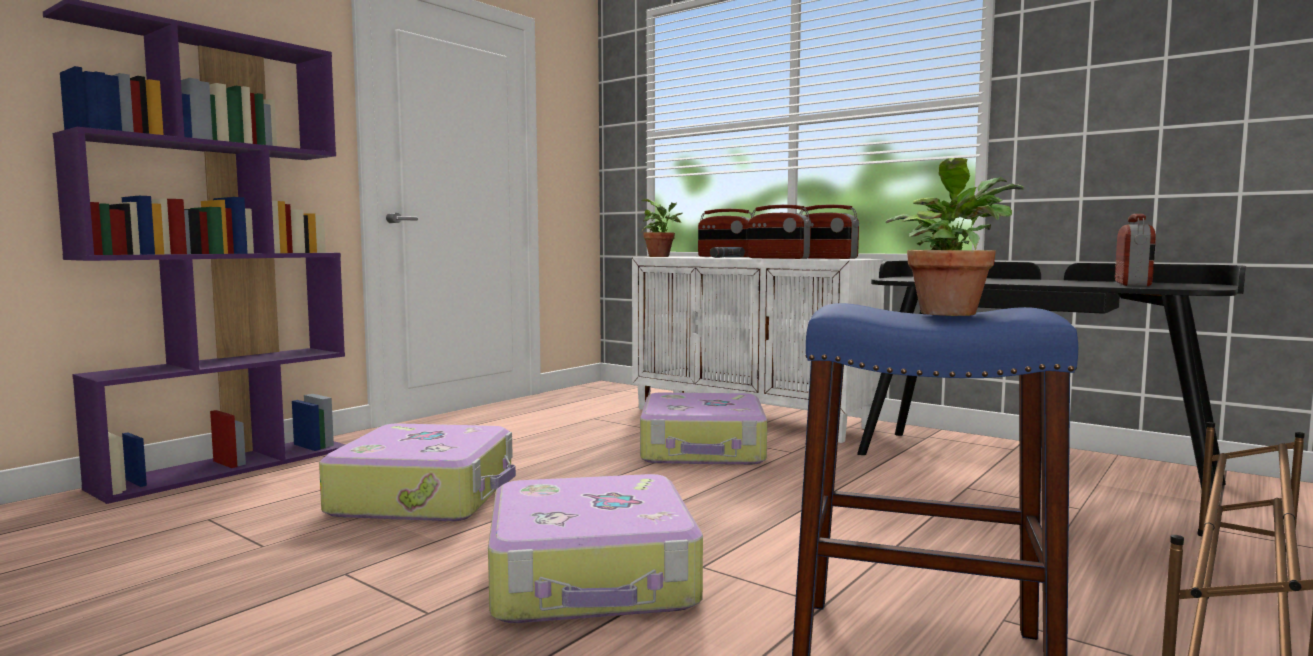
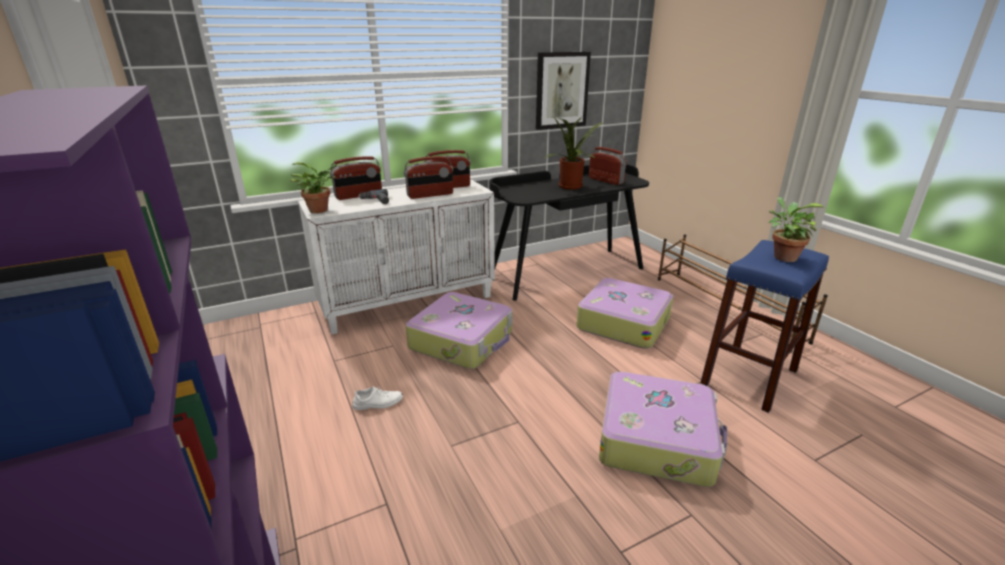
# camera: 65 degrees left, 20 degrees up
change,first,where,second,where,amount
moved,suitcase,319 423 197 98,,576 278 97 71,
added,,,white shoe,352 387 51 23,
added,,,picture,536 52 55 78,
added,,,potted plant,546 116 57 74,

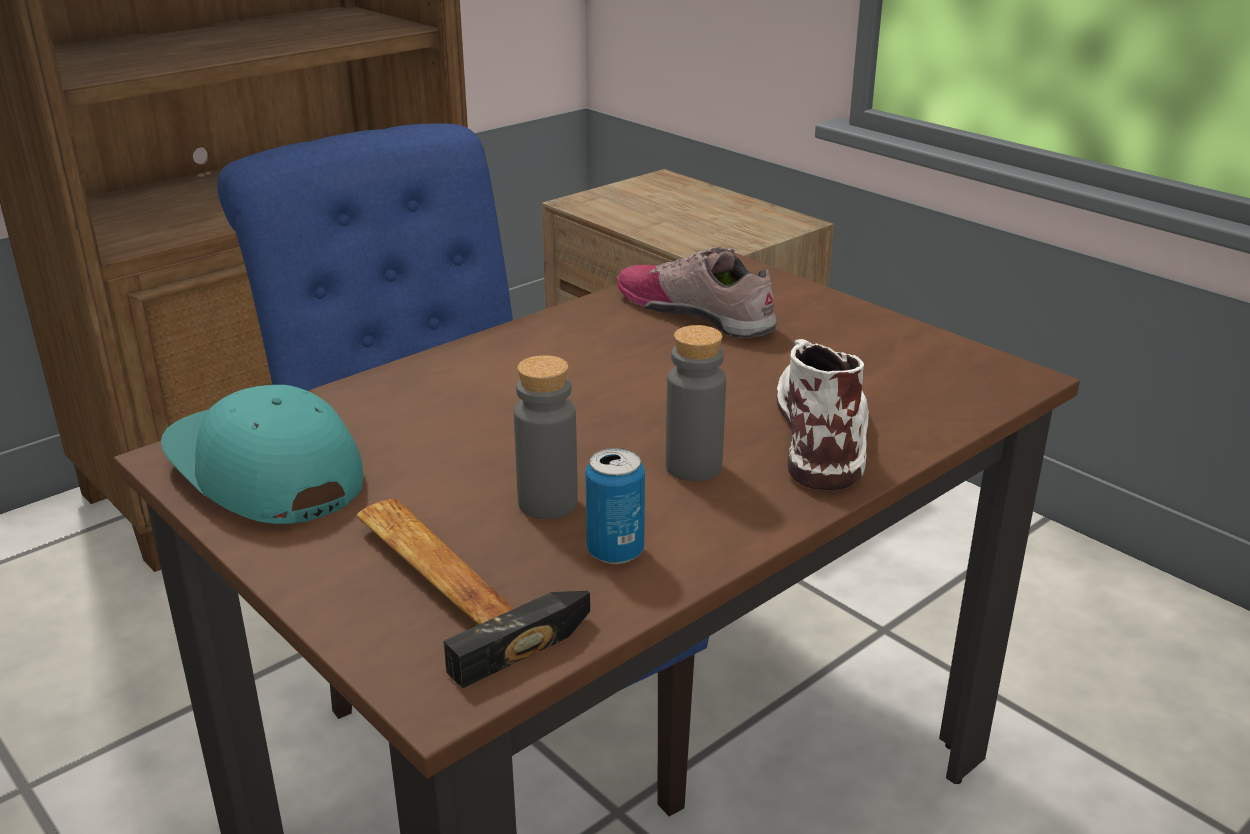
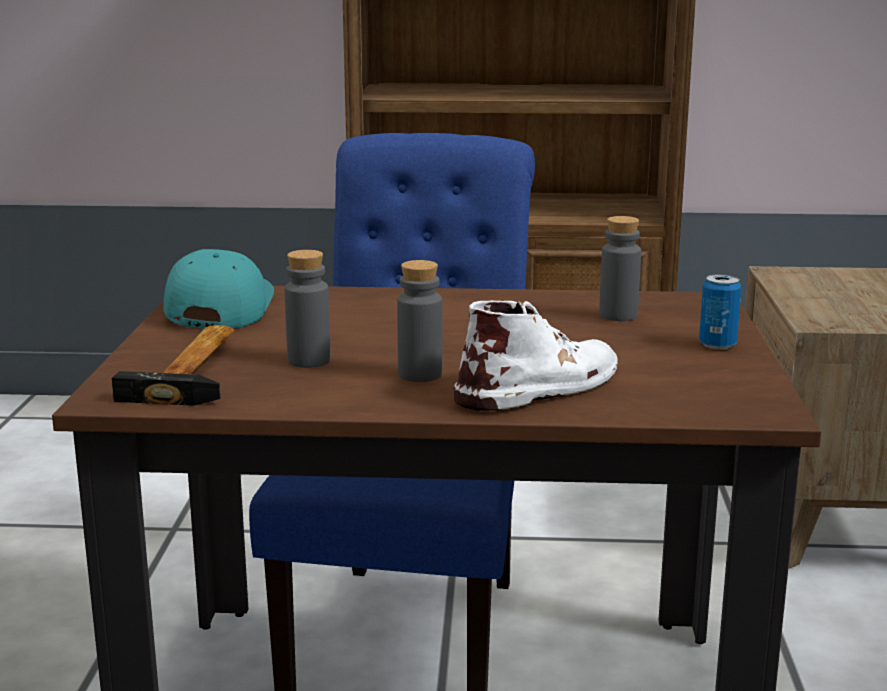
# camera: 45 degrees right, 10 degrees down
change,first,where,second,where,amount
moved,can,585 448 60 116,,699 274 43 75,
replaced,shoe,617 247 160 91,grey bottle,599 216 42 105,

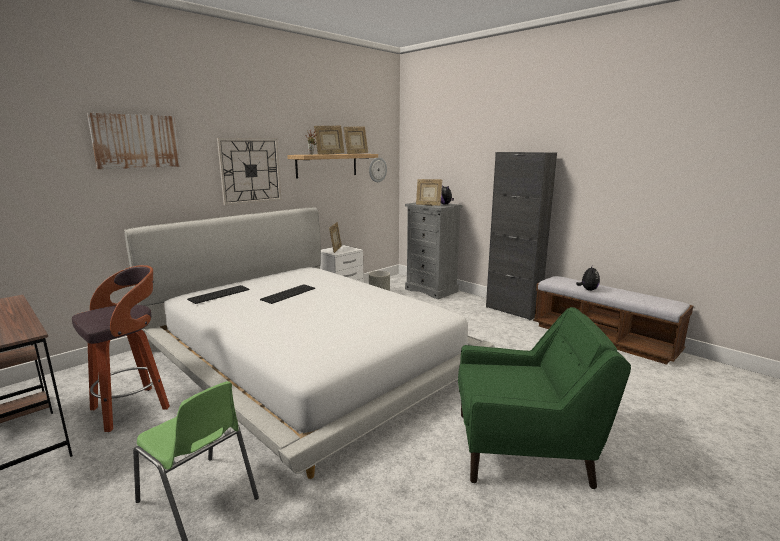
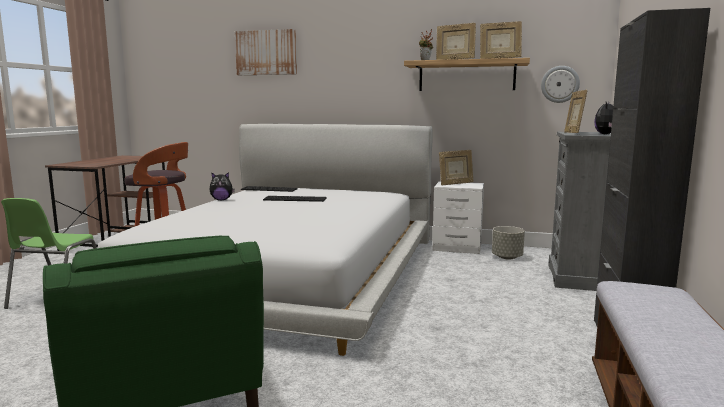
# camera: 60 degrees right, 5 degrees down
change,first,where,second,where,amount
removed,wall clock,217 138 64 67,,,
moved,plush toy,576 267 24 24,,210 172 25 28,

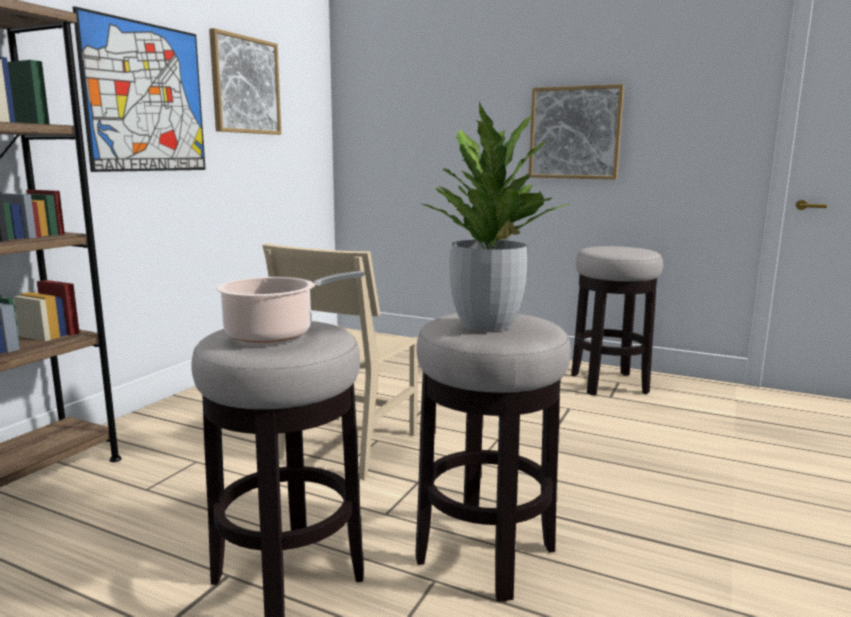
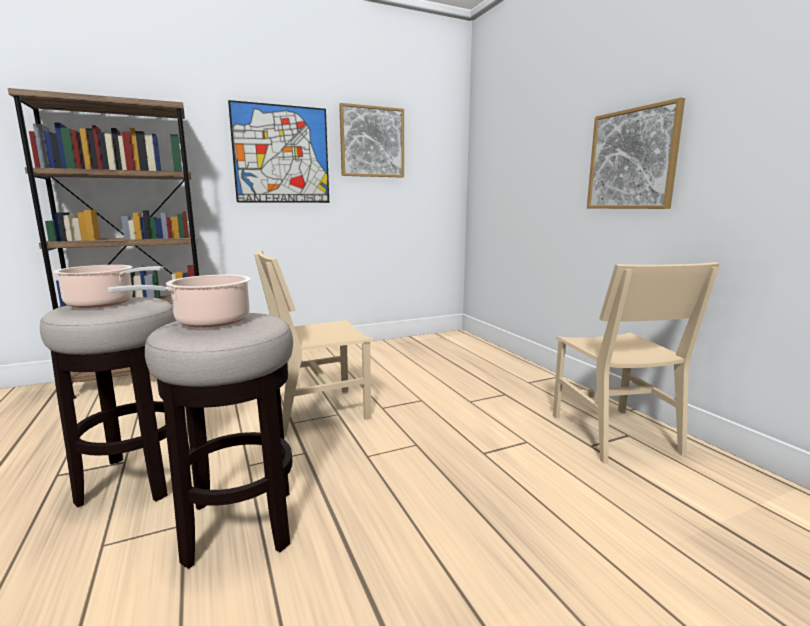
# camera: 40 degrees right, 0 degrees up
change,first,where,second,where,amount
replaced,potted plant,422 101 147 230,cooking pot,108 275 143 53,
replaced,stool,571 246 92 149,beige chair,553 262 166 202,

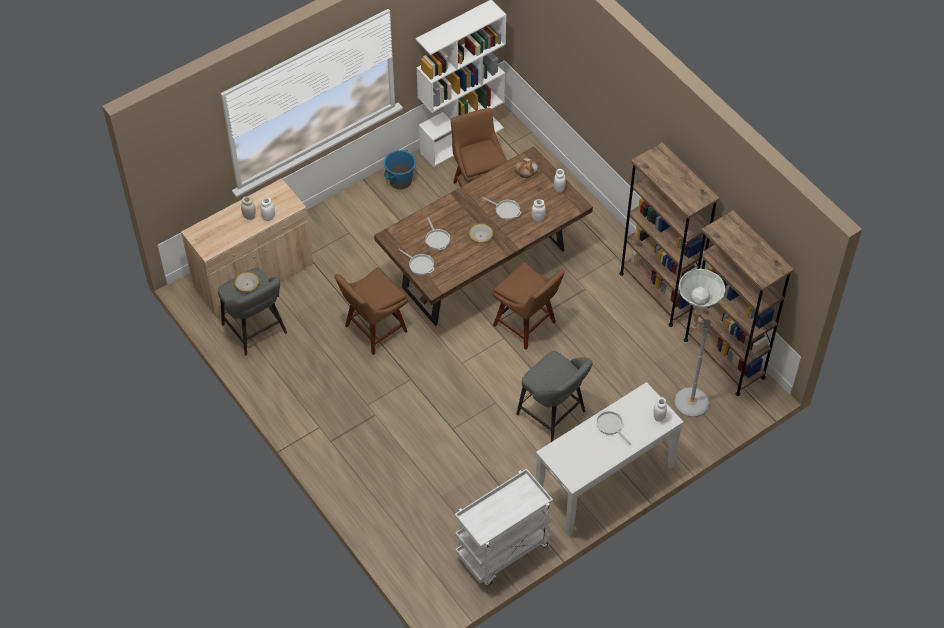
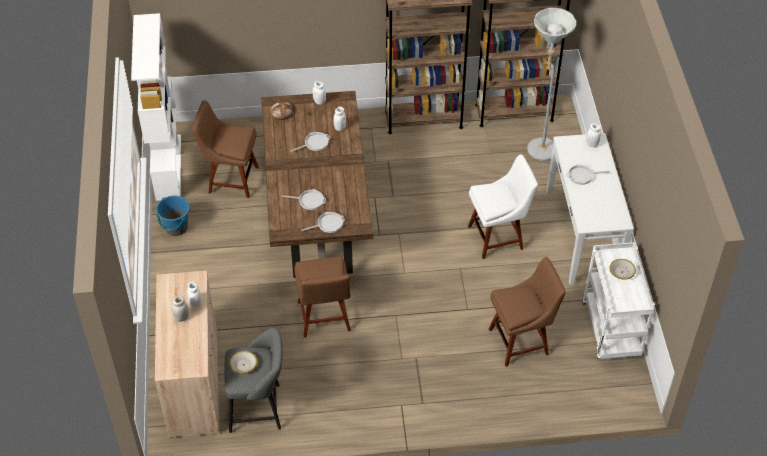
# camera: 60 degrees left, 5 degrees down
change,first,where,second,where,amount
moved,bowl,469 223 24 20,,610 259 26 21,
moved,brown chair,493 262 72 88,,489 257 77 110,
replaced,grey stool,516 351 76 91,white chair,468 154 70 105,

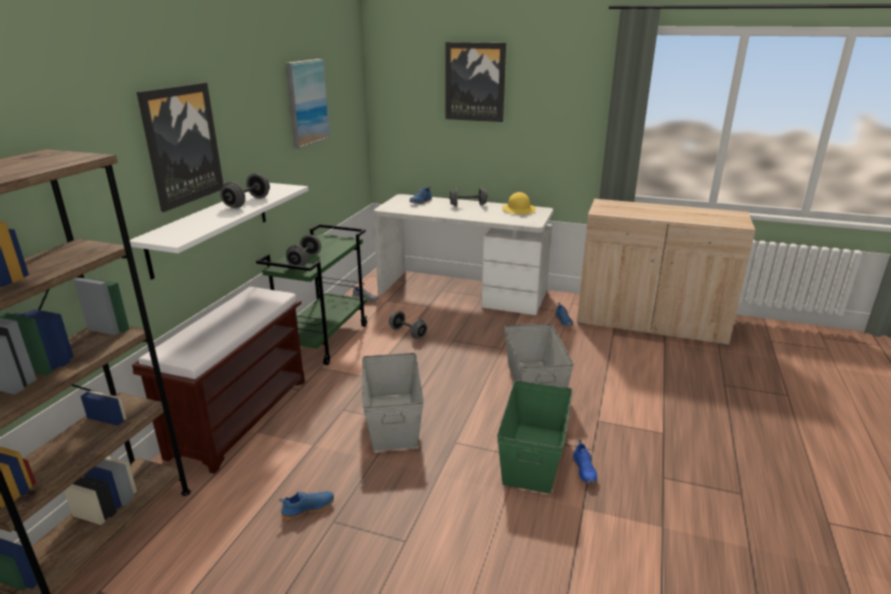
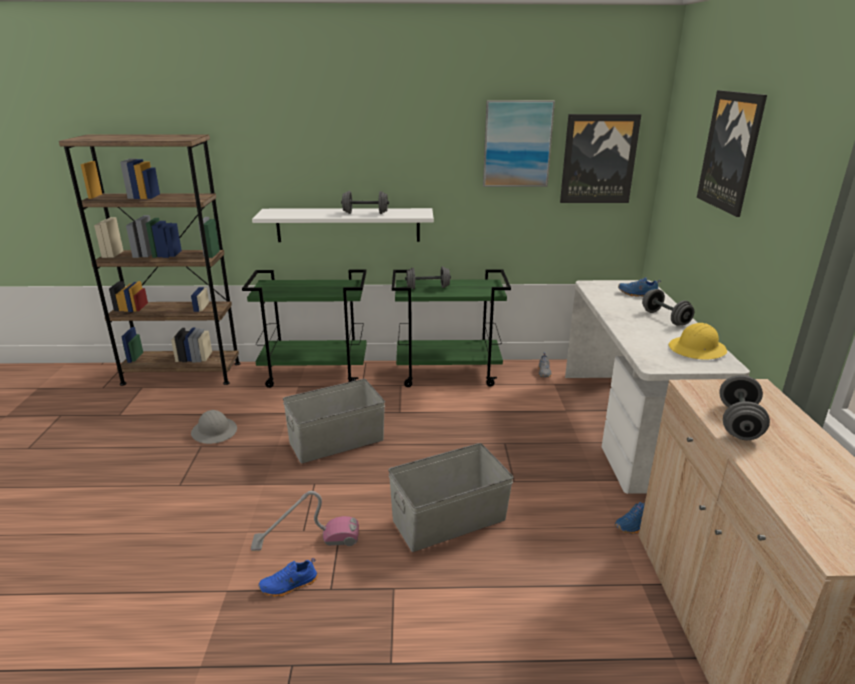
# camera: 70 degrees right, 0 degrees up
change,first,where,second,where,amount
replaced,brown bench,132 287 173 187,green cart,242 270 125 118,
moved,picture,137 82 86 130,,560 114 81 89,
replaced,blue shoe,279 491 55 29,grey hard hat,191 410 46 34,
moved,grey dumbbell,389 311 38 28,,719 375 51 65,
replaced,green storage box,497 380 76 114,vacuum cleaner,251 491 108 60,

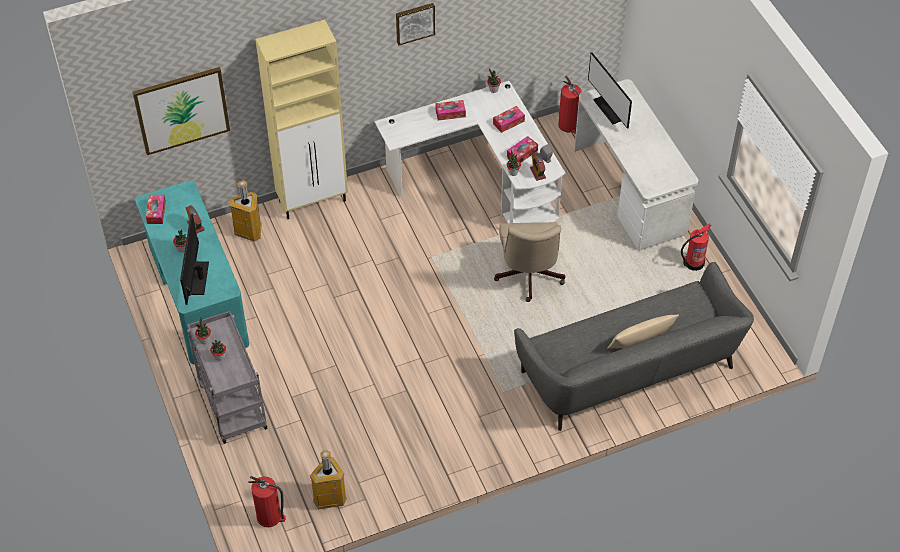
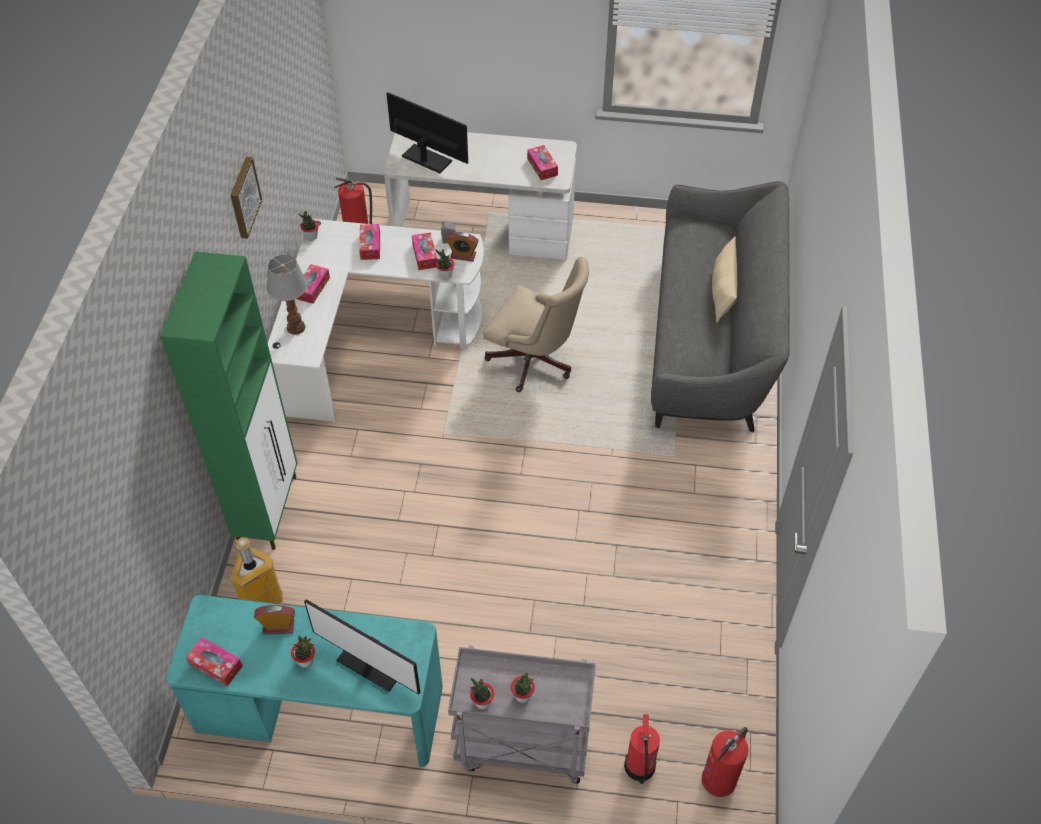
# camera: 60 degrees left, 0 degrees up
change,first,where,second,where,amount
removed,picture,133 67 97 88,,,
recoloured,beige cabinet,255 19 93 200,green cabinet,160 252 137 298,
removed,trash can,310 450 37 59,,,
turned,monitor,588 52 44 77,,386 92 82 81,150 degrees counterclockwise
moved,fire extinguisher,681 224 30 47,,624 715 36 69,
added,,,table lamp,267 254 40 81,
added,,,tissue box,527 145 31 35,

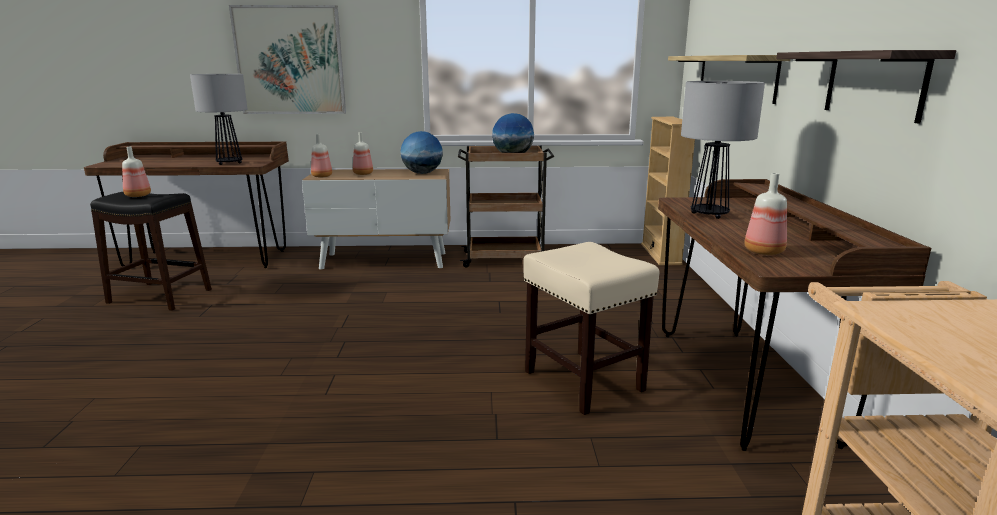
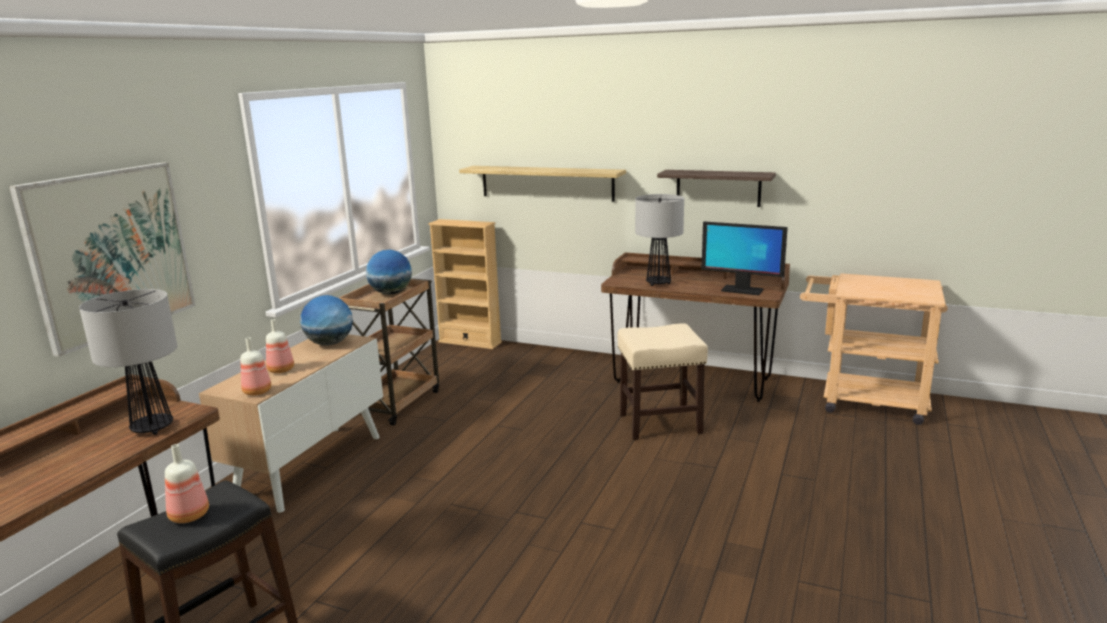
# camera: 65 degrees left, 0 degrees up
change,first,where,second,where,amount
replaced,bottle,744 173 43 82,monitor,701 222 87 73,

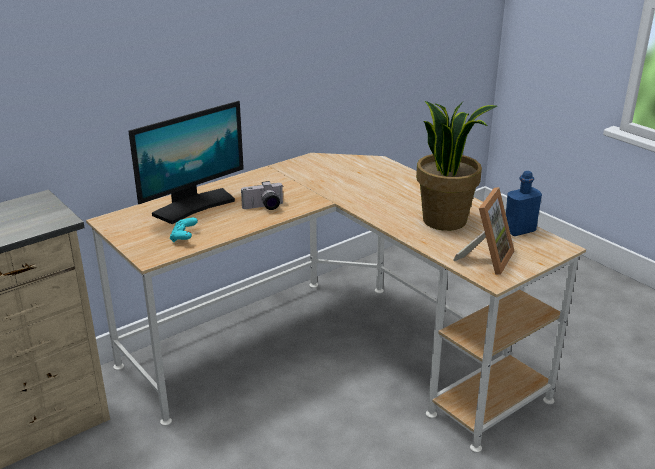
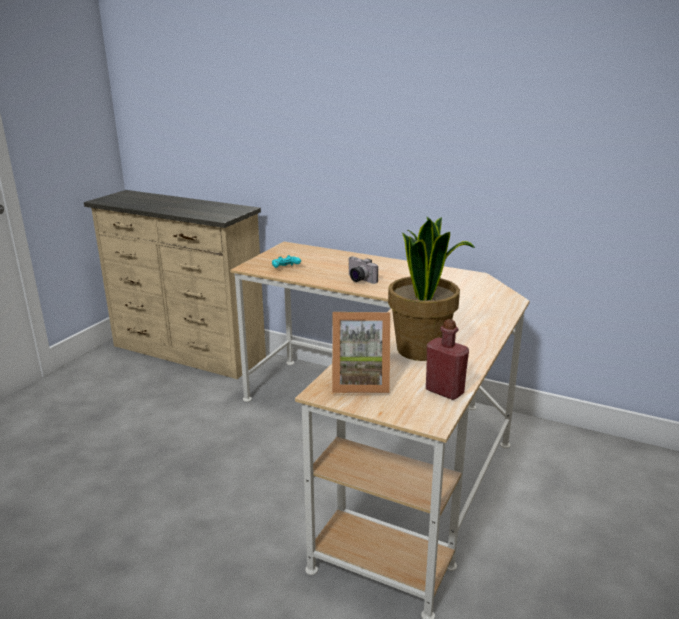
# camera: 65 degrees right, 5 degrees down
change,first,where,second,where,amount
removed,monitor,128 101 116 123,,,
recoloured,blue bottle,506 171 36 65,red bottle,426 319 43 81,

